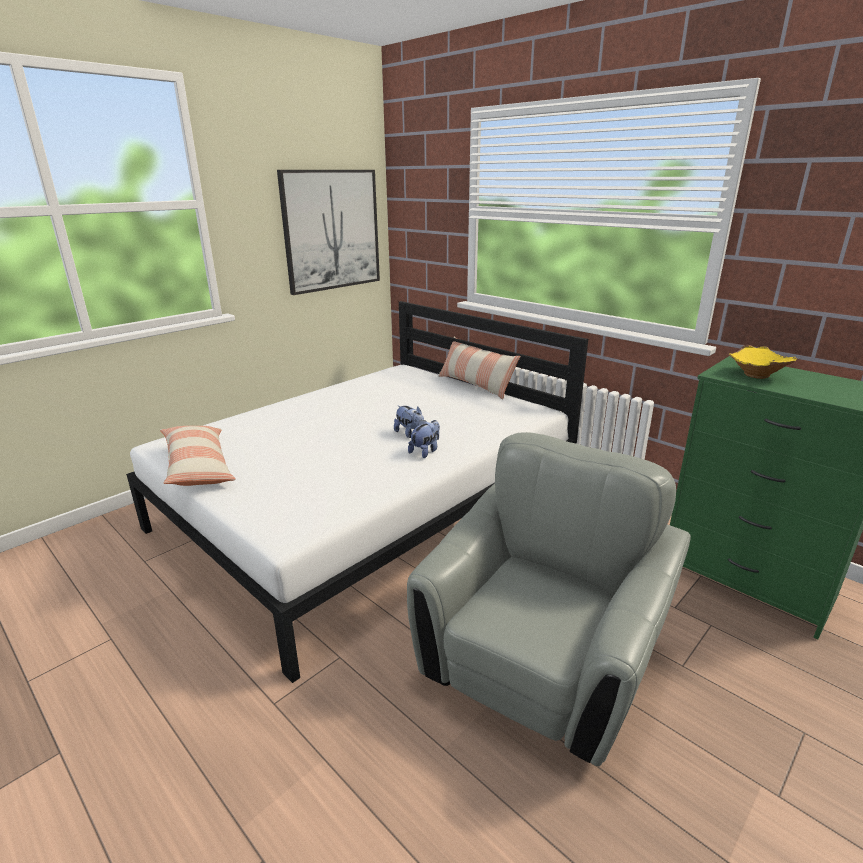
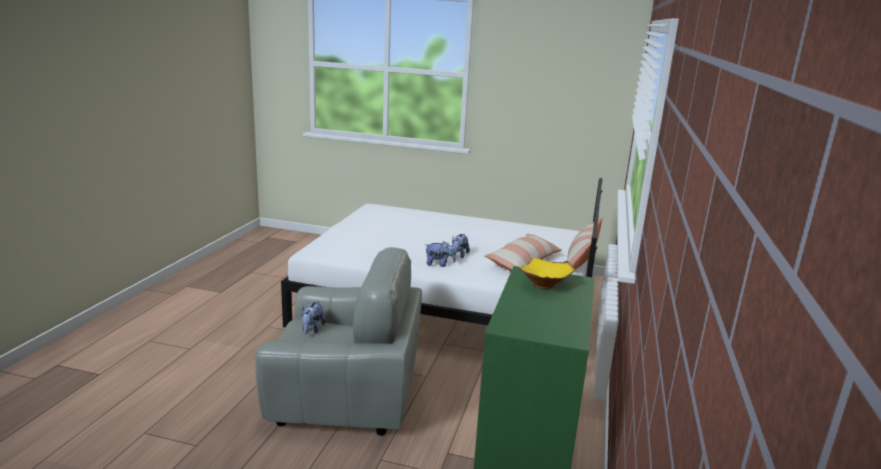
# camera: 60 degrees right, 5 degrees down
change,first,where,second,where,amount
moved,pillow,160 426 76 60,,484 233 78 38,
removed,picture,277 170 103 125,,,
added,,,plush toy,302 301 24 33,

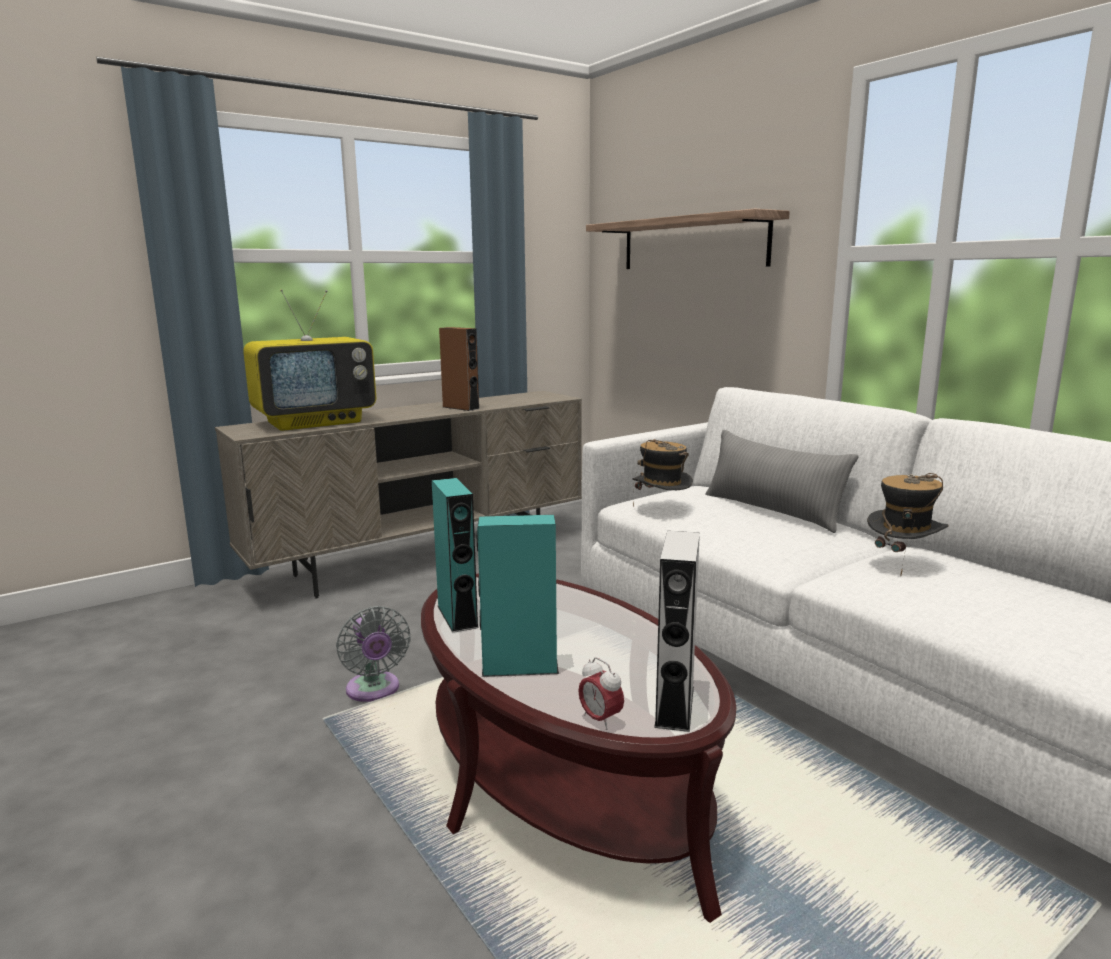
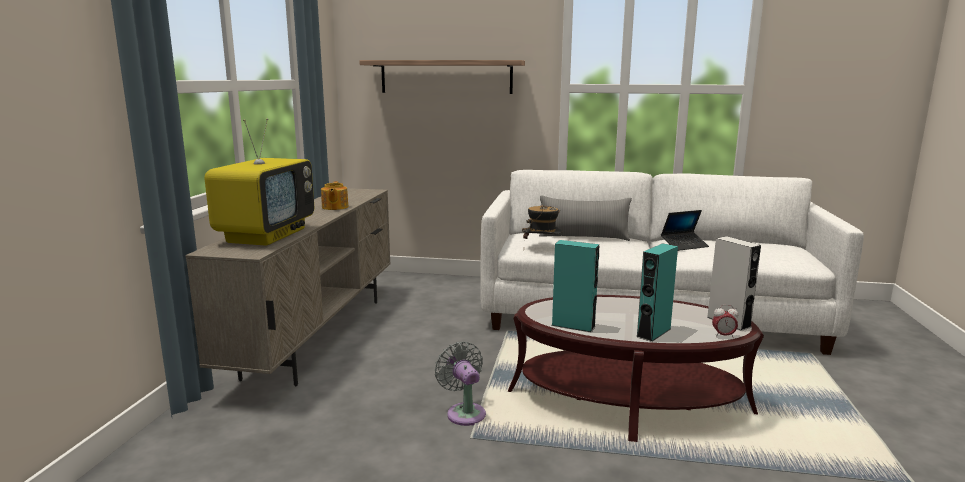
# camera: 45 degrees left, 0 degrees up
change,first,where,second,where,amount
turned,grey fan,336 606 75 96,,435 342 51 84,135 degrees counterclockwise
replaced,brown speaker,439 327 40 84,teapot,321 181 27 29,
replaced,hat,867 473 82 102,laptop,661 210 48 41,

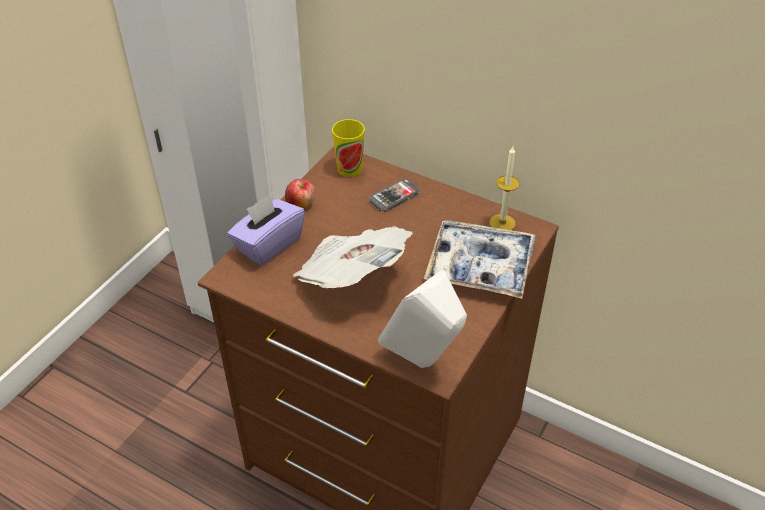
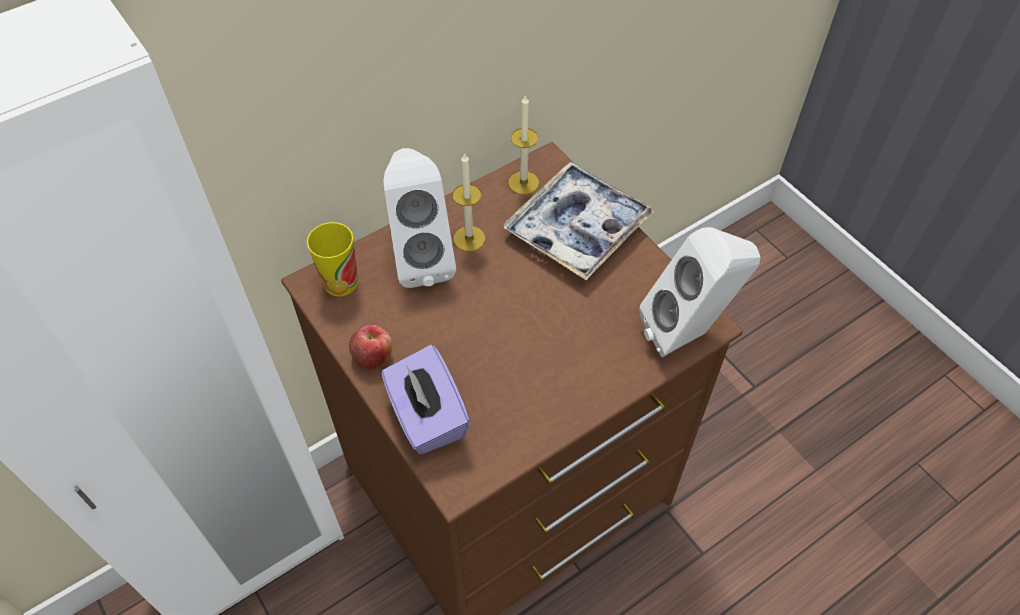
# camera: 65 degrees left, 10 degrees up
change,first,where,second,where,amount
removed,newspaper,293 226 119 62,,,
replaced,phone,369 179 51 33,white speaker,384 148 72 140,
added,,,candle,452 153 33 98,

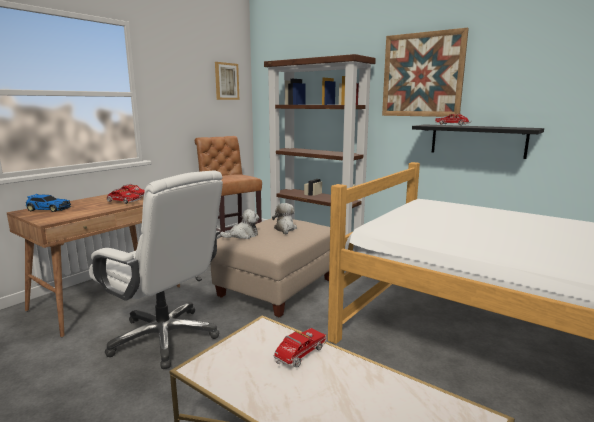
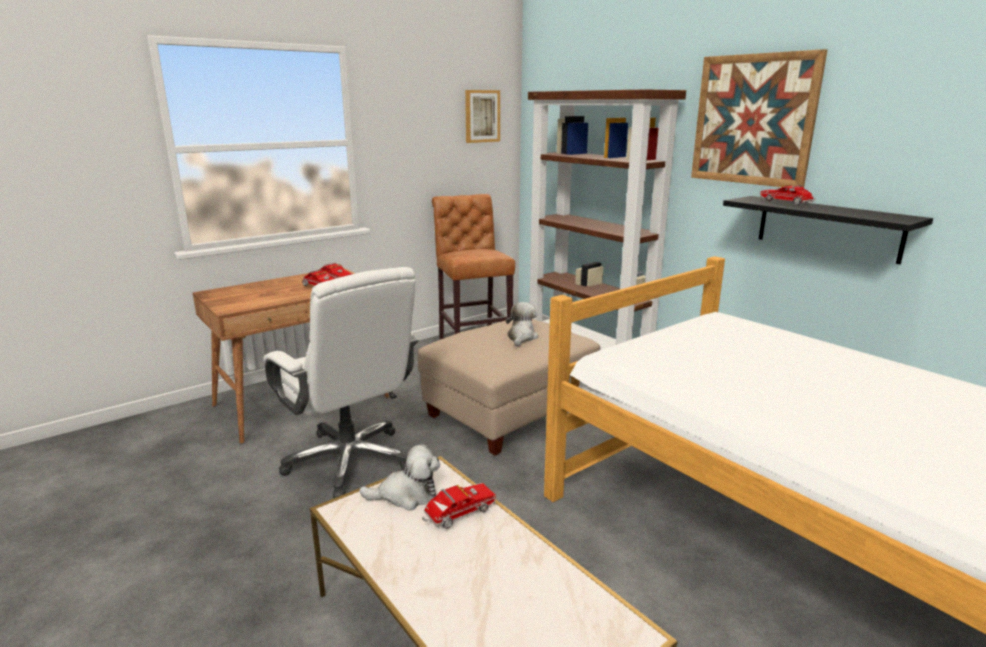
# camera: 15 degrees right, 5 degrees up
change,first,where,second,where,amount
removed,toy car,26 194 45 18,,,
moved,plush toy,220 209 39 30,,359 444 81 67,

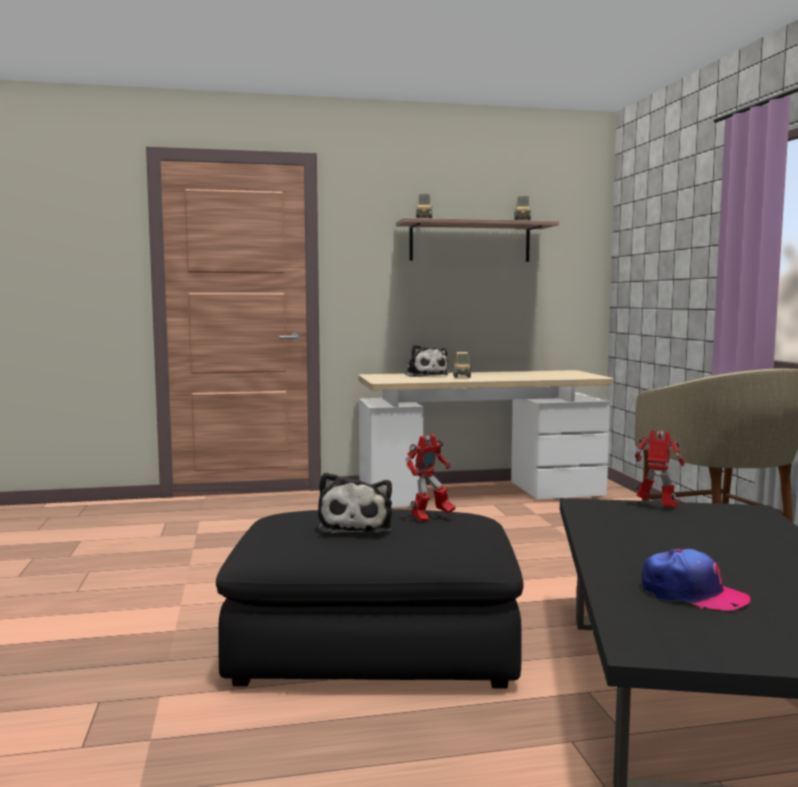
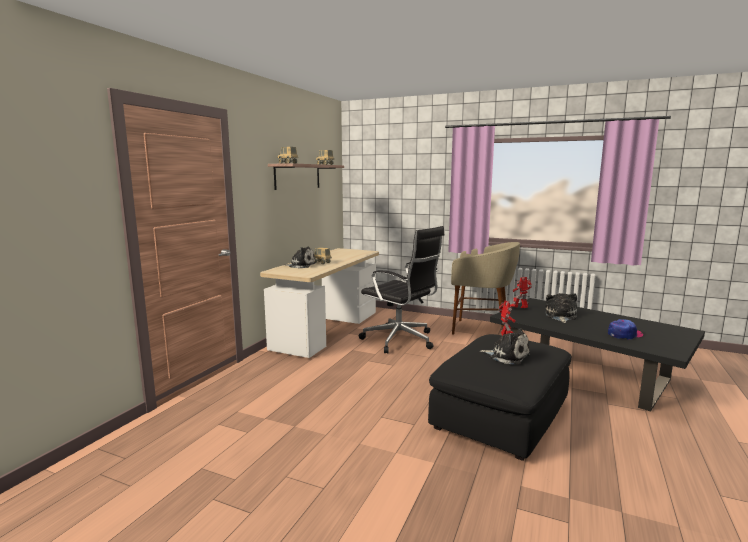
# camera: 55 degrees left, 5 degrees up
change,first,where,second,where,amount
added,,,black office chair,359 226 85 127,
added,,,plush toy,545 293 32 30,

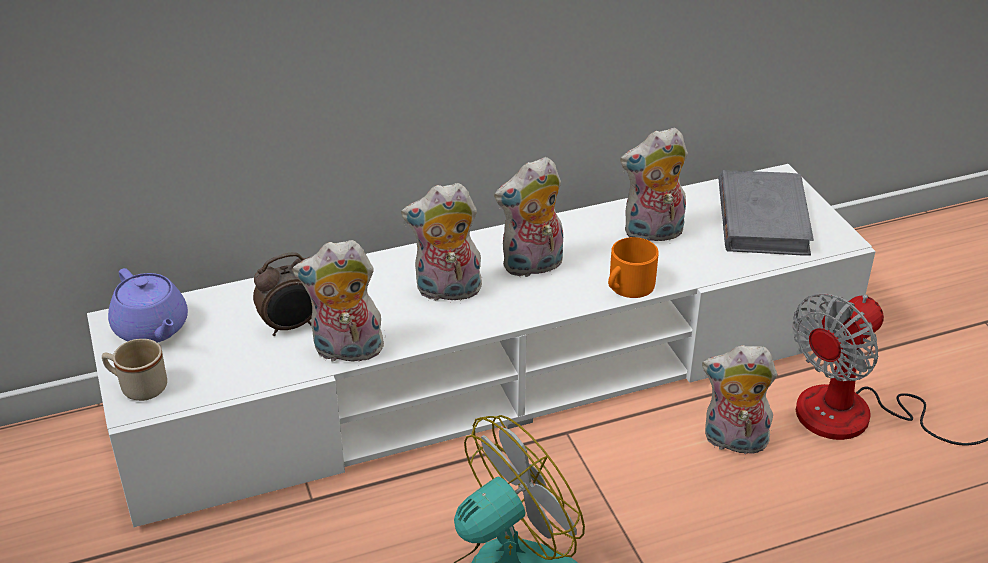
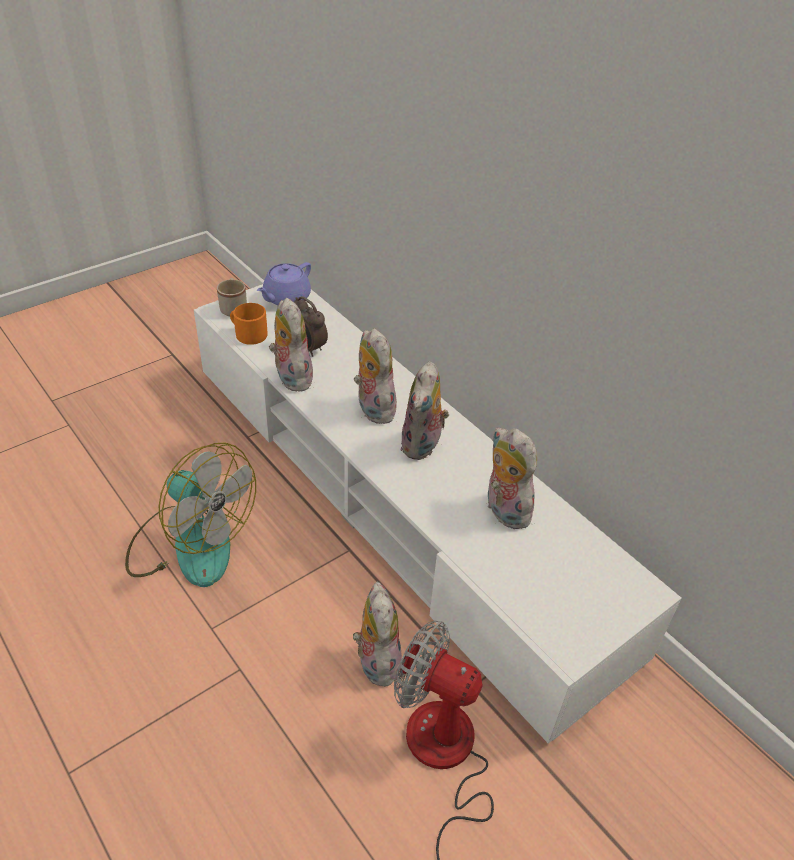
# camera: 70 degrees right, 5 degrees up
change,first,where,second,where,amount
turned,plush toy,494 157 69 120,,401 361 48 99,120 degrees counterclockwise
moved,orange mug,608 237 51 61,,230 303 37 42,
removed,grey book,718 170 96 86,,,

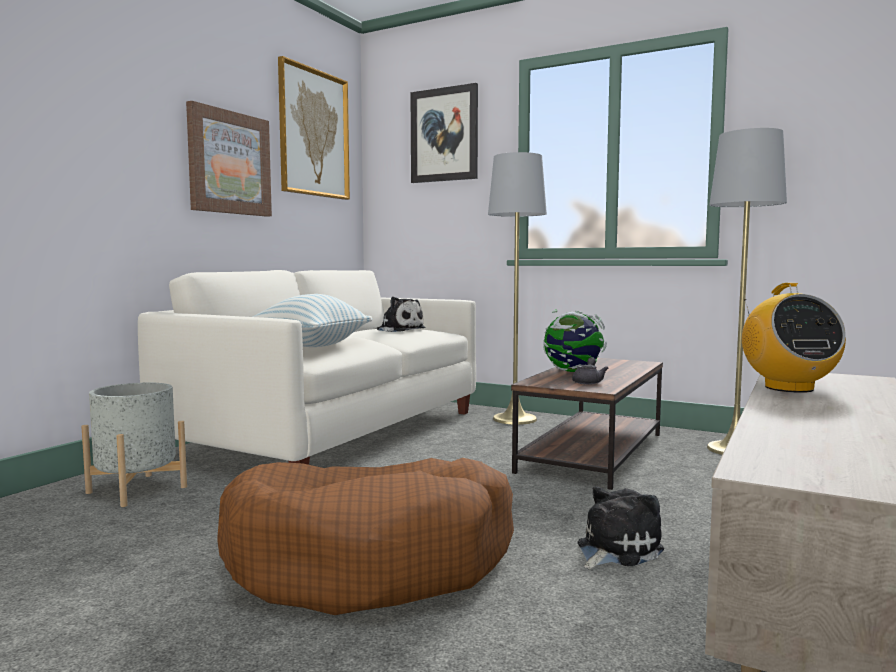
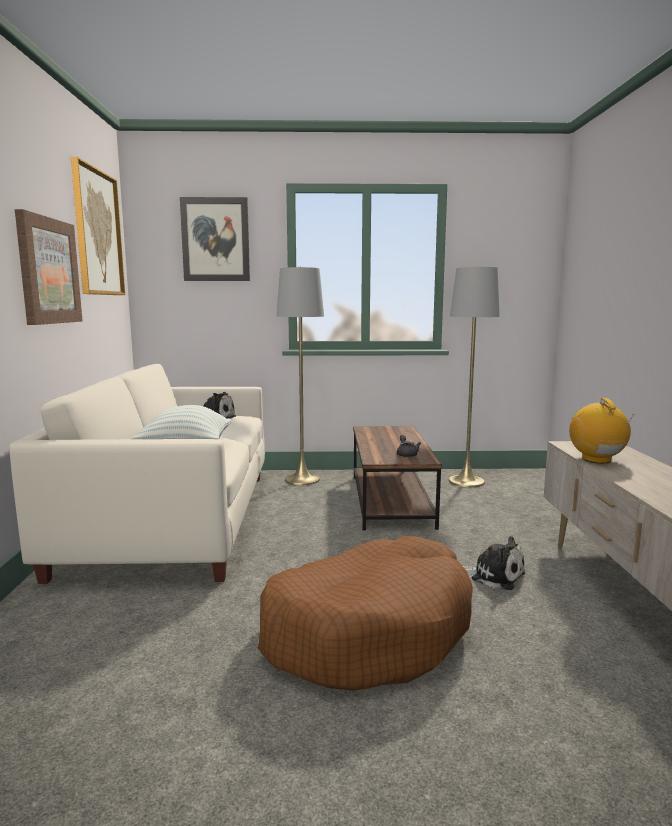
# camera: 30 degrees left, 5 degrees up
change,first,where,second,where,amount
removed,grey planter,81 383 106 124,,,
removed,globe,543 309 64 63,,,
turned,plush toy,577 487 87 82,,463 536 62 54,105 degrees clockwise
turned,radio,742 283 104 110,,569 398 65 66,150 degrees counterclockwise

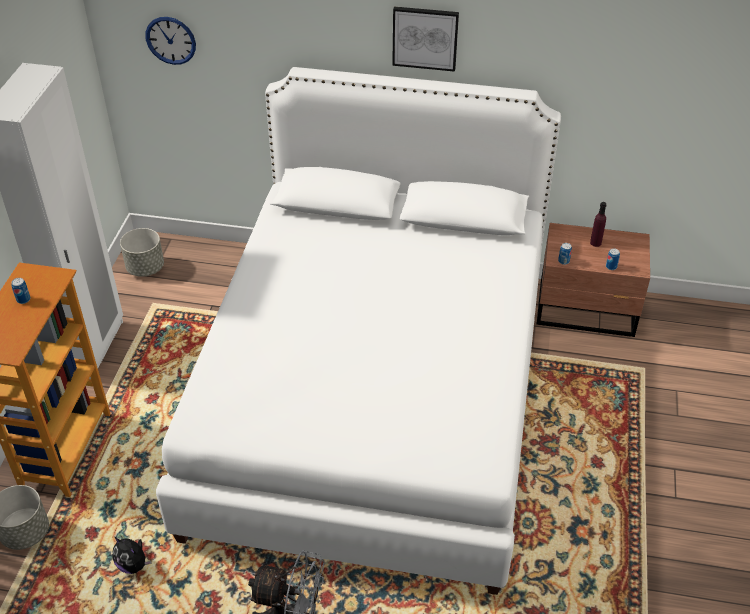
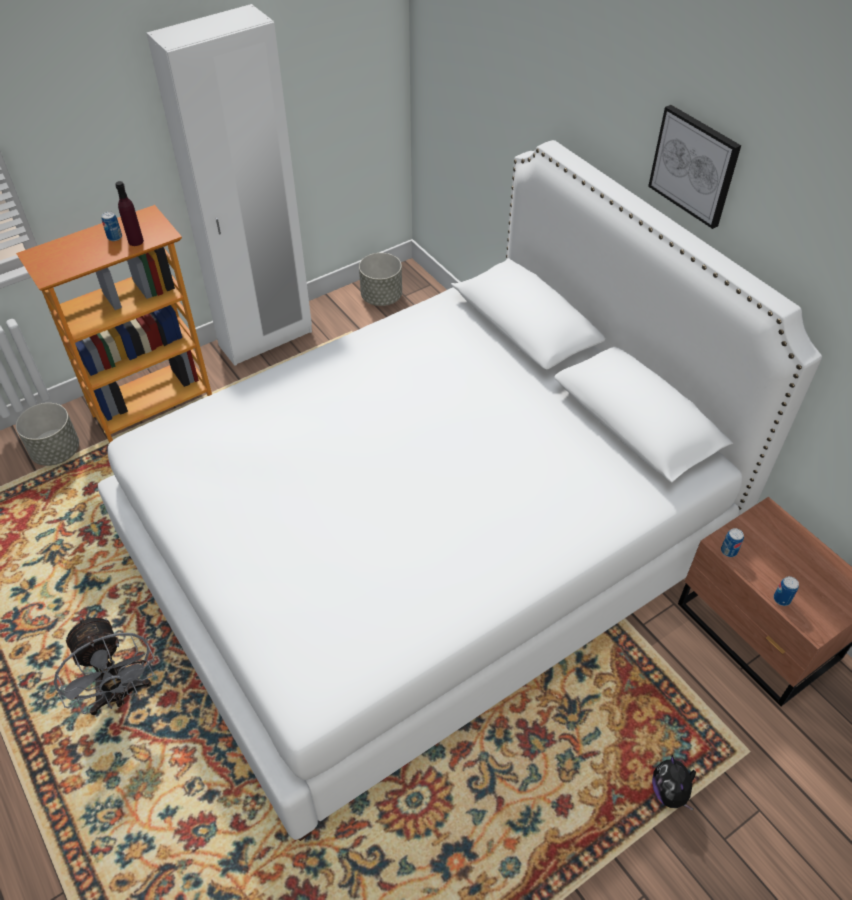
# camera: 45 degrees right, 5 degrees up
change,first,where,second,where,amount
moved,plush toy,112 537 40 37,,652 755 44 55,
removed,wall clock,145 17 51 48,,,
moved,purple bottle,590 202 17 45,,115 181 29 65,

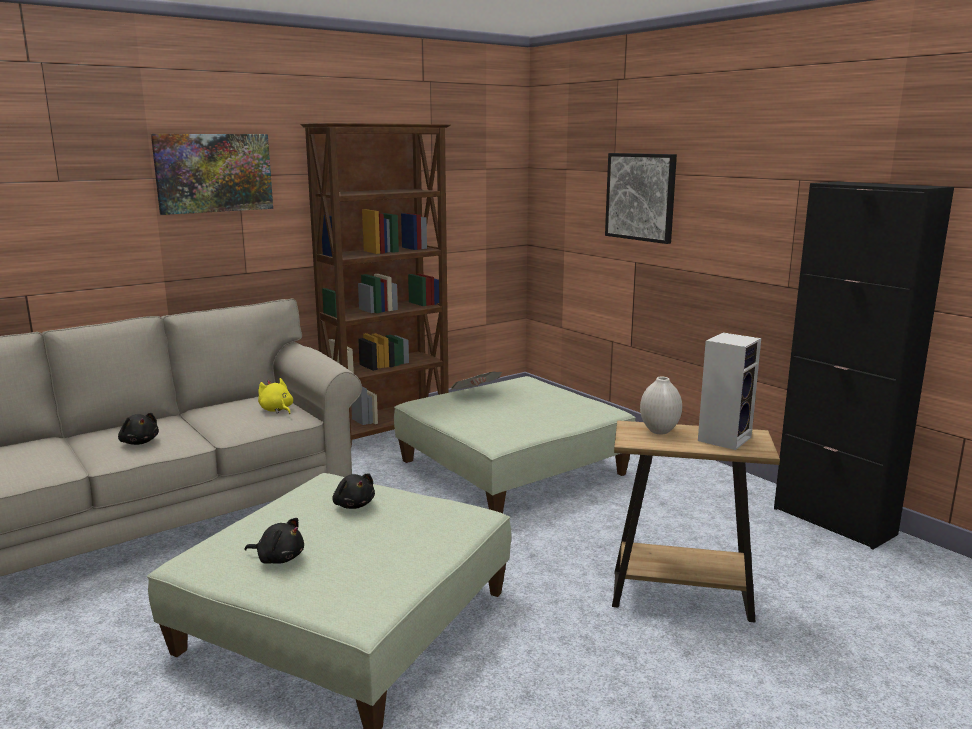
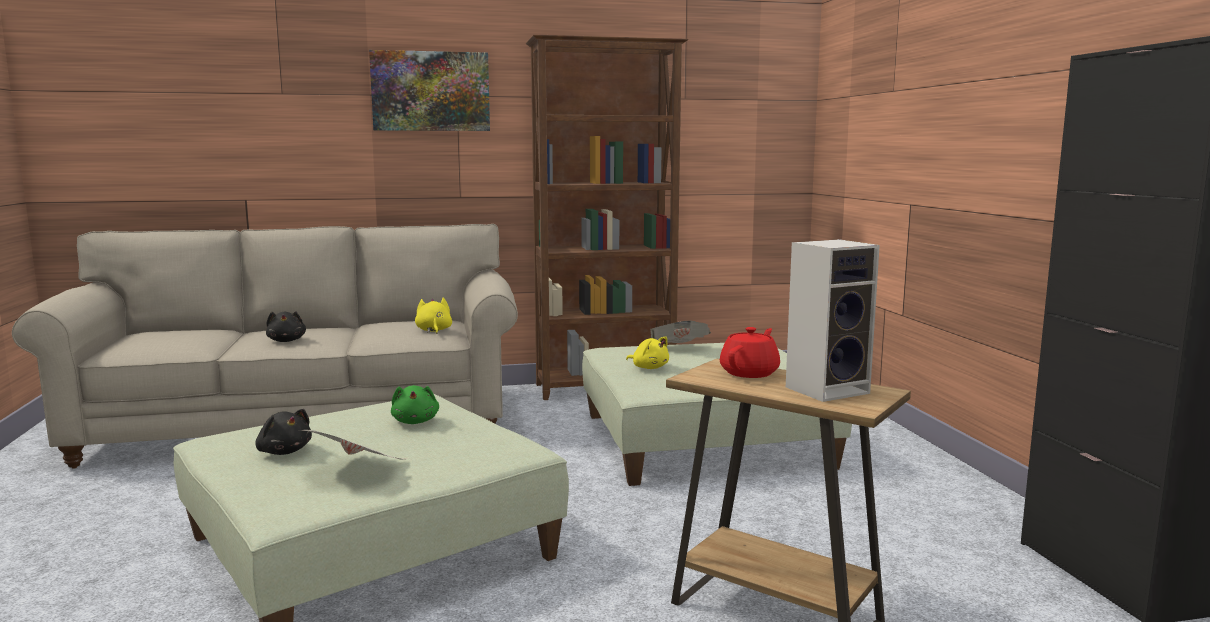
# camera: 25 degrees right, 5 degrees down
change,first,where,second,where,amount
recoloured,black plush toy,332 474 43 35,green plush toy,391 385 48 39,
removed,picture,605 153 72 91,,,
replaced,white vase,640 377 42 57,red teapot,720 327 60 51,
added,,,newspaper,297 430 109 29,
added,,,yellow plush toy,626 337 43 32,

